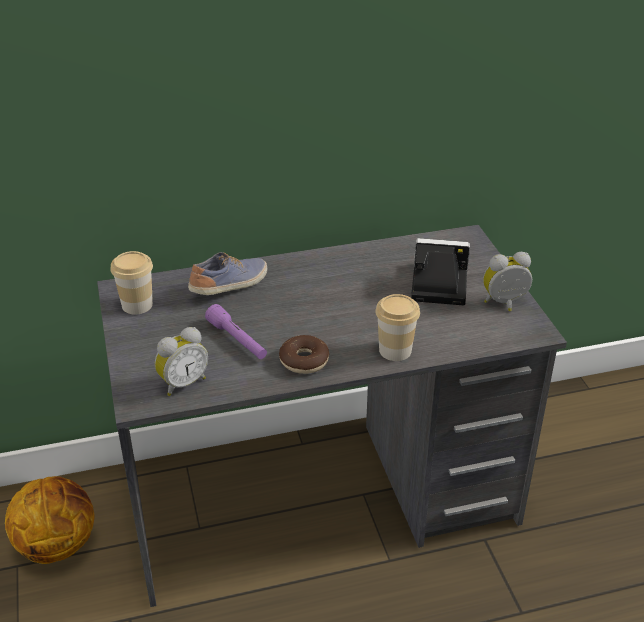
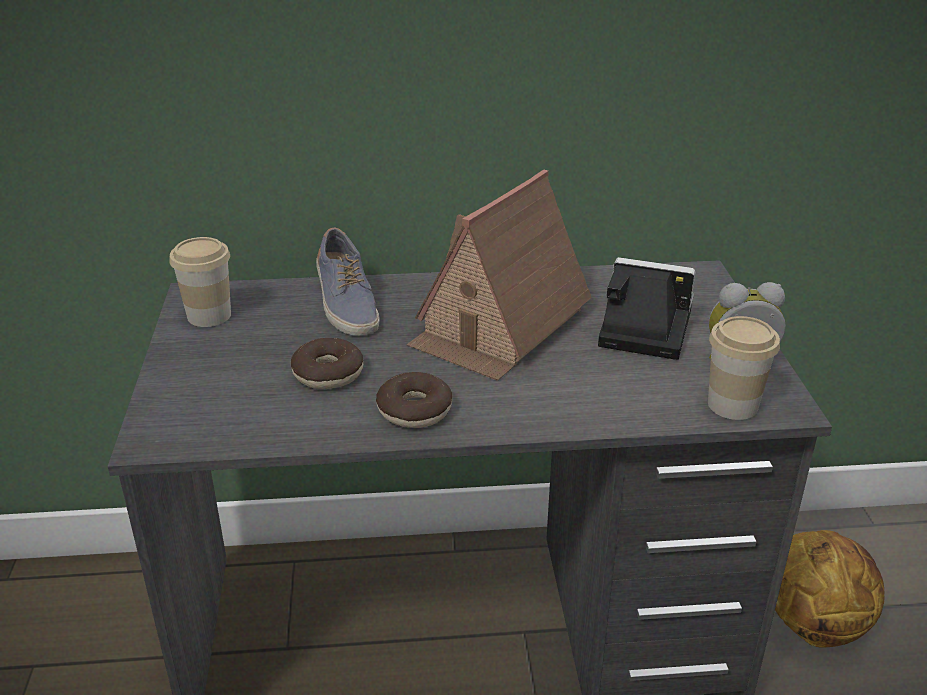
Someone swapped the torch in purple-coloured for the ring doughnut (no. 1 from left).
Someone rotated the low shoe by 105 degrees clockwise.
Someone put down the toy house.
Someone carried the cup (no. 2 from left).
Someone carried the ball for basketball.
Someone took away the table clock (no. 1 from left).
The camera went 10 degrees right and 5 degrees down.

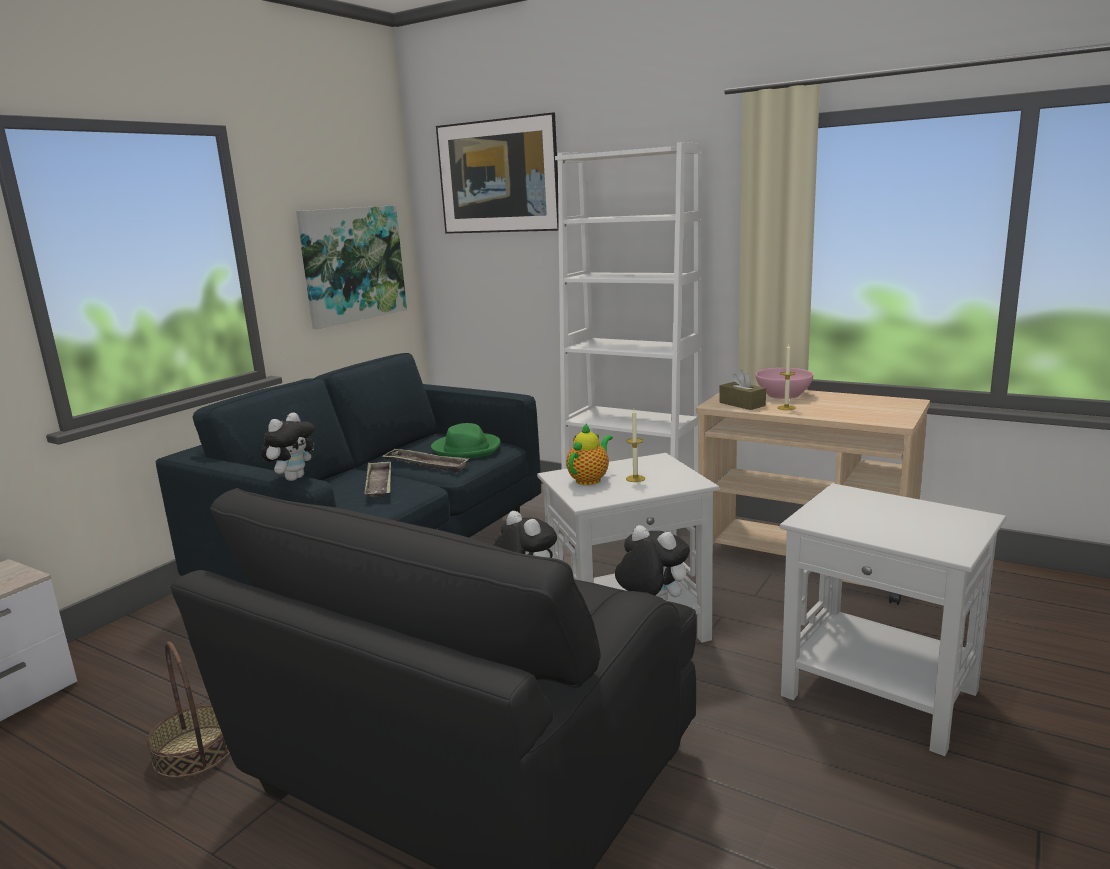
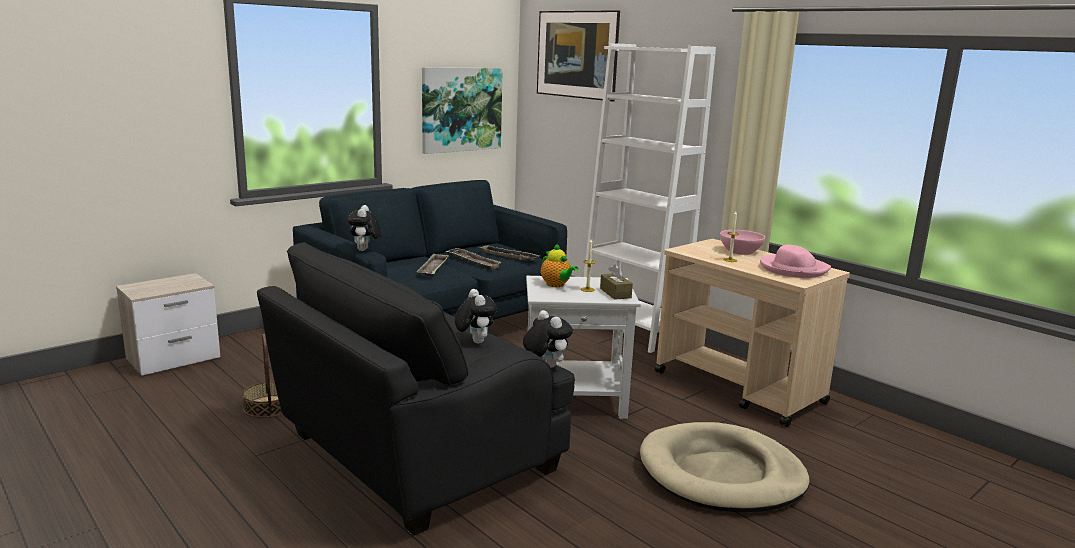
Someone rotated the soft toy (no. 1 from left) by 135 degrees clockwise.
Someone swapped the hat in green for the carrying tray (no. 3 from left).
Someone rotated the teapot by 90 degrees clockwise.
Someone carried the tissue holder in brown.
Someone swapped the accent table in white-coloured (no. 2 from left) for the dog bed in beige.
Someone put down the hat in pink.
The camera went 15 degrees right and 0 degrees up.

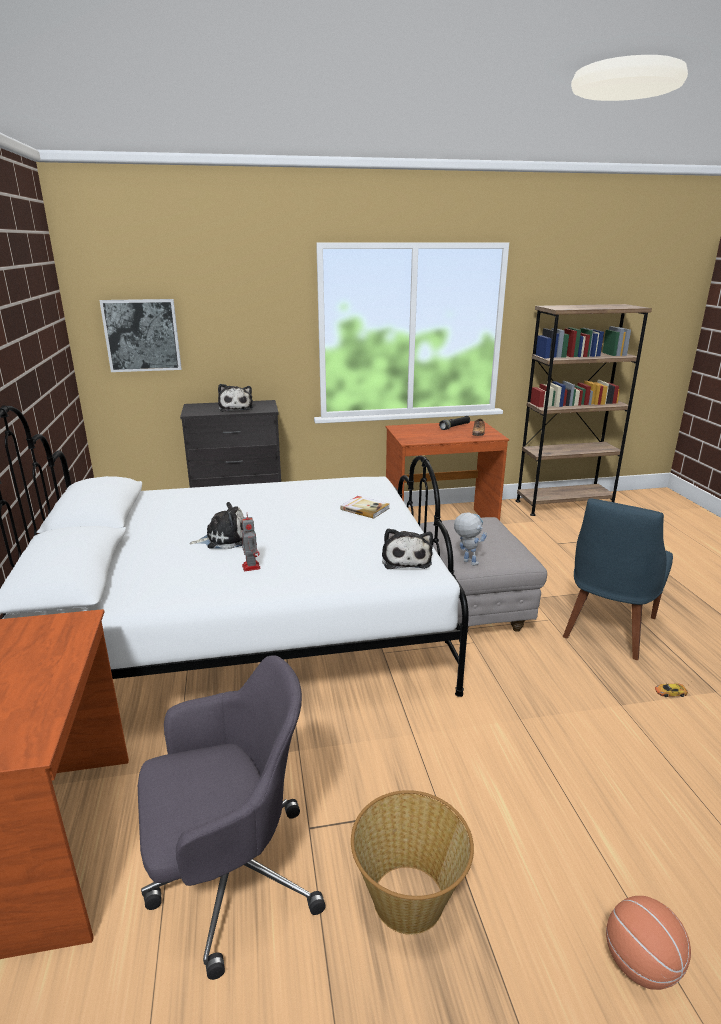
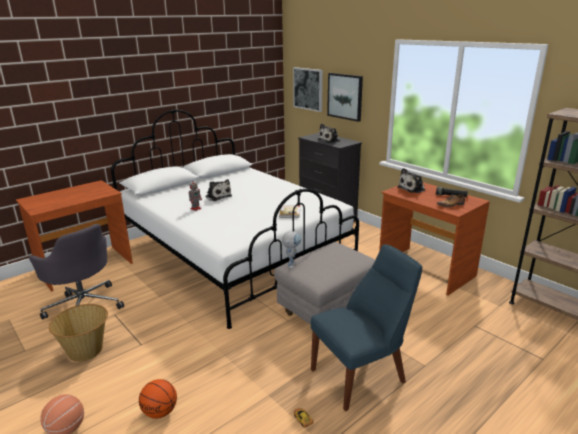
Someone put down the ball for basketball (no. 2 from left).
Someone rotated the chair in blue-coloured by 150 degrees clockwise.
Someone put up the wall picture (no. 2 from left).
Someone carried the soft toy (no. 3 from left).
The camera went 60 degrees right and 0 degrees up.

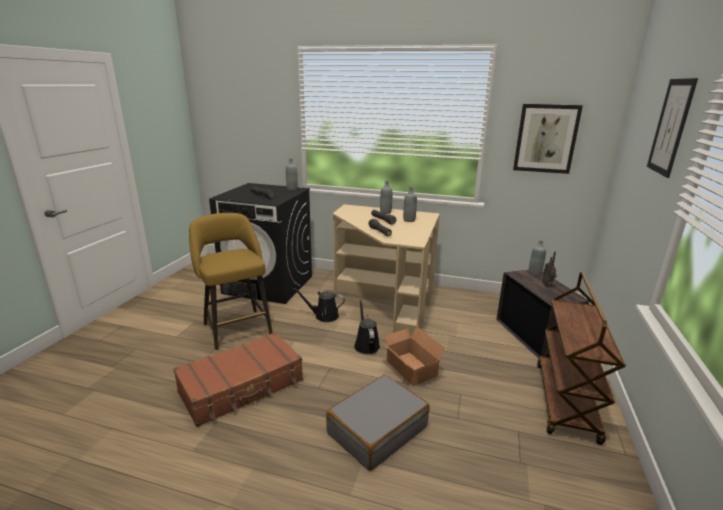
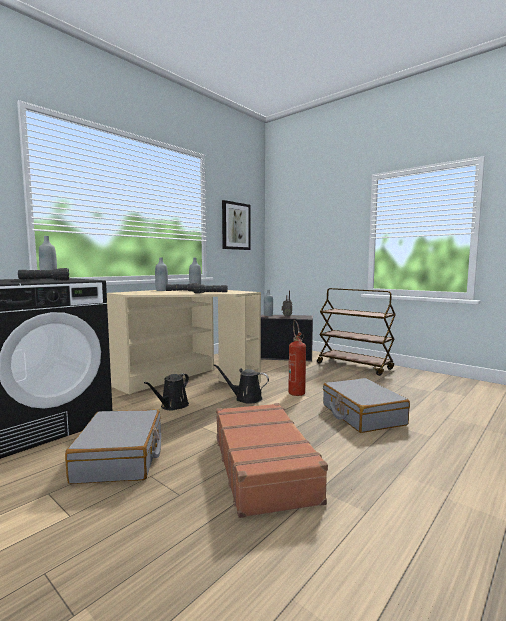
Someone swapped the stool seat in yellow-coloured for the suitcase in greyish (no. 1 from left).
Someone swapped the cardboard box for the fire-fighting cylinder.
Someone took away the wall picture (no. 2 from left).
The camera went 65 degrees left and 15 degrees down.

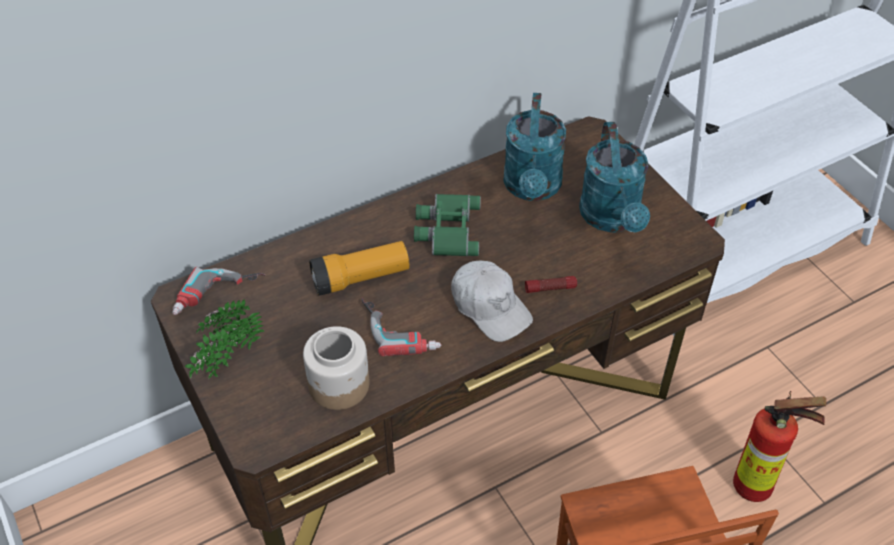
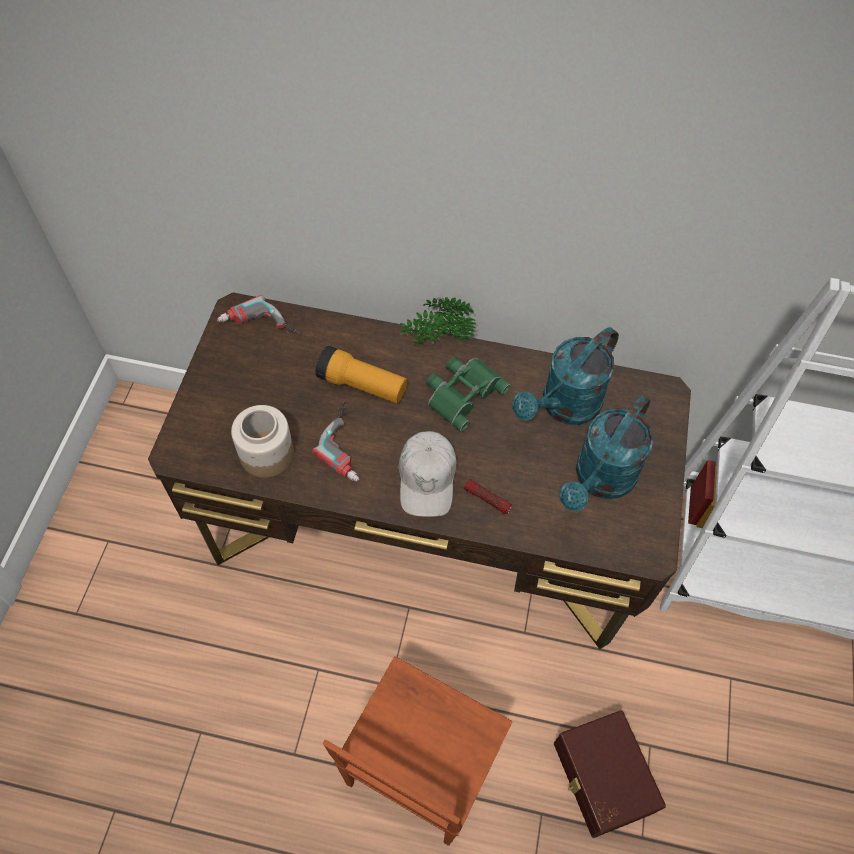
Someone carried the houseplant.
Someone swapped the fire-fighting cylinder for the storage bin in brown.
The camera went 40 degrees right and 10 degrees up.

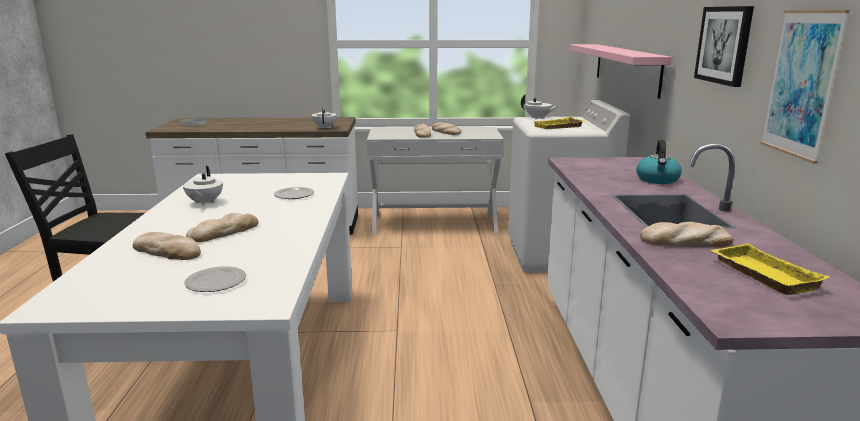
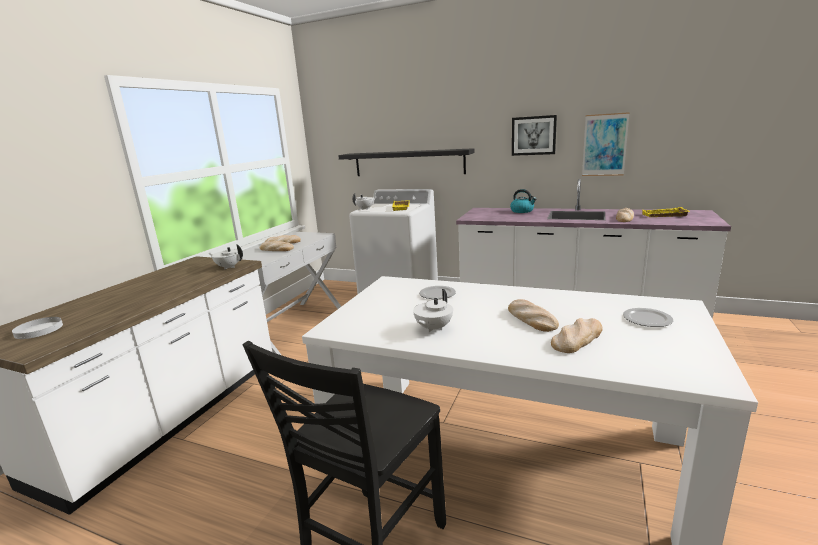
Someone repainted the wall shelf in pink, which became the wall shelf in black.
Someone rotated the teapot in white-coloured (no. 1 from left in the first image) by 105 degrees clockwise.
The camera went 65 degrees left and 0 degrees up.

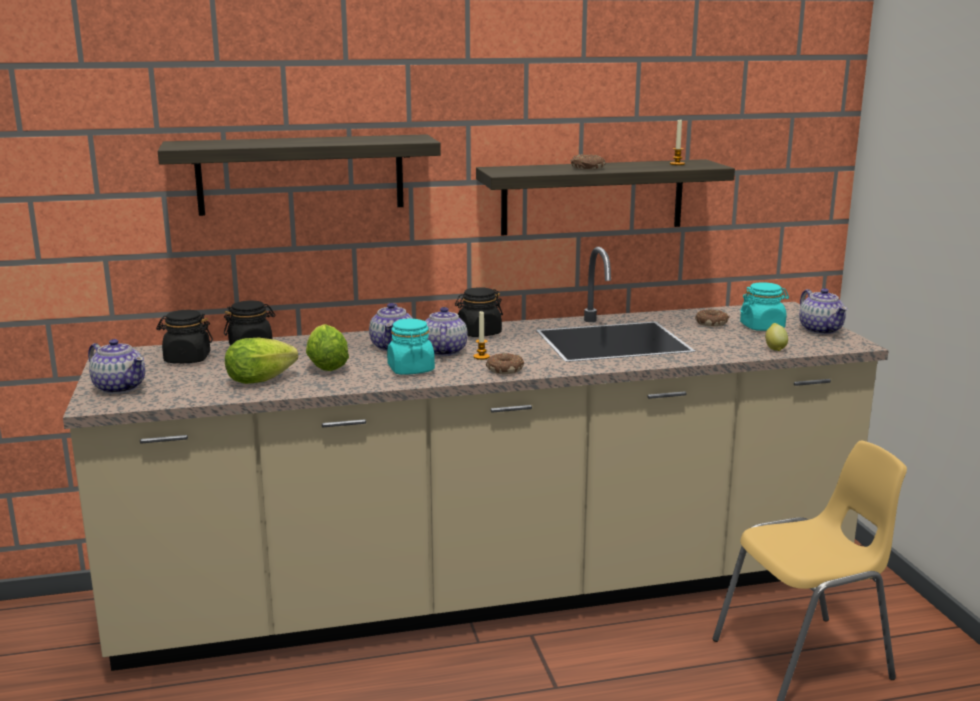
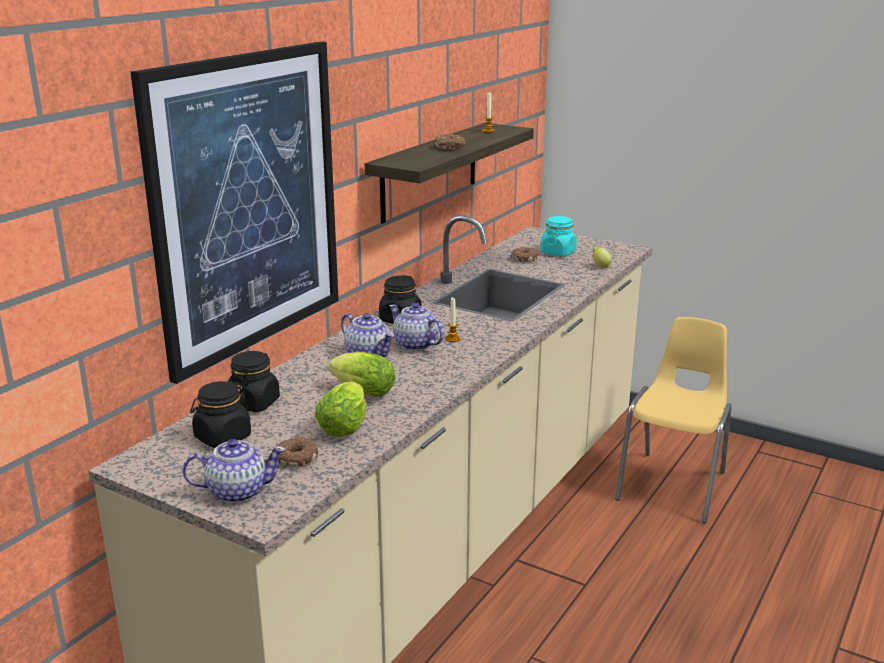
Someone swapped the wall shelf (no. 1 from left) for the wall picture.
Someone carried the ring doughnut (no. 1 from left).
Someone took away the storage jar in blue-green (no. 1 from left).
Someone took away the teapot (no. 4 from left).
The camera went 45 degrees left and 5 degrees up.

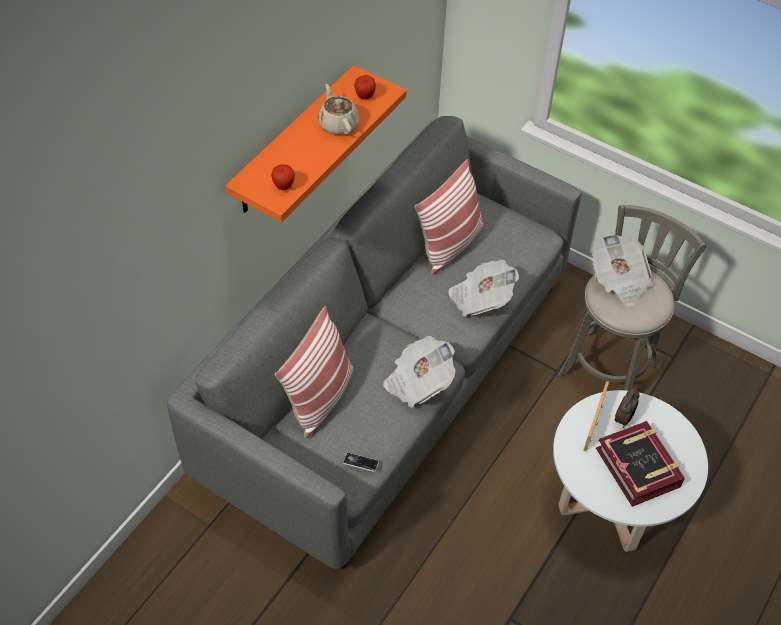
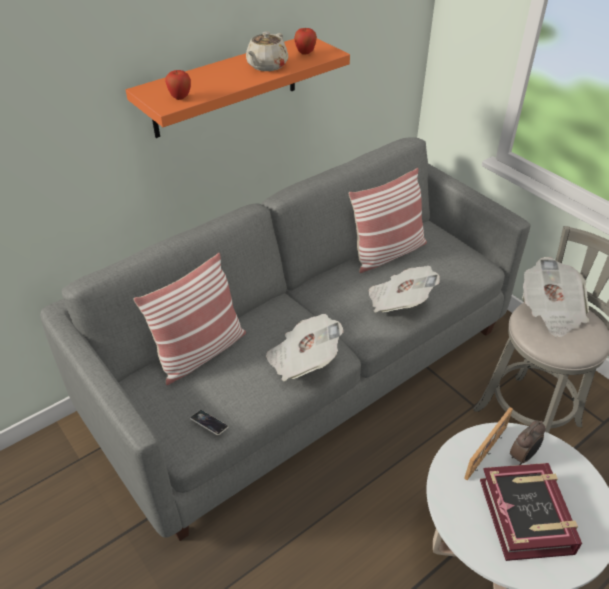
Someone rotated the teapot in beige by 150 degrees counterclockwise.
The camera went 20 degrees right and 10 degrees down.

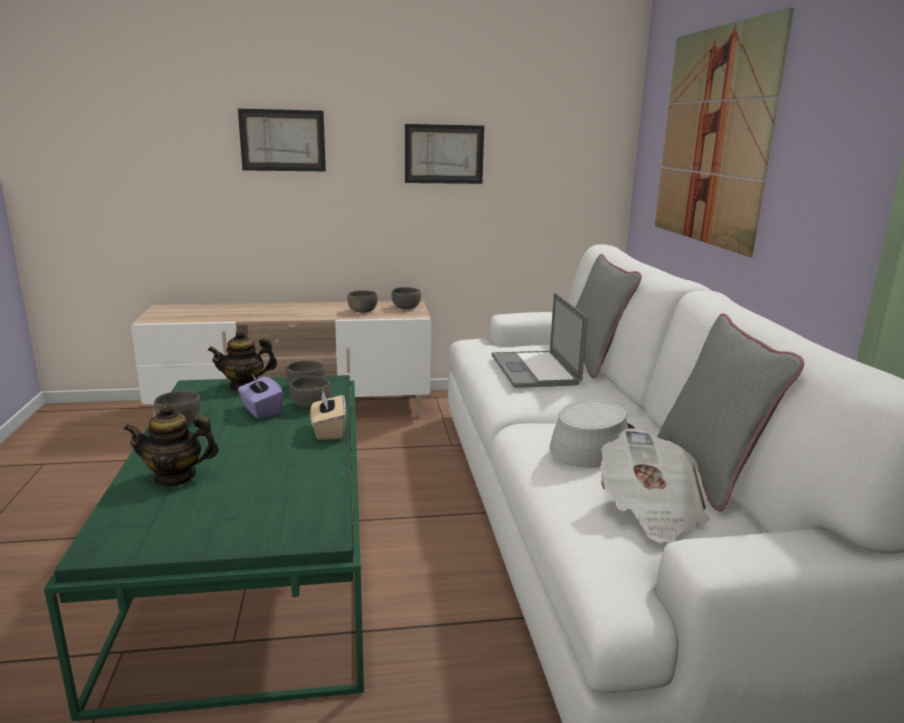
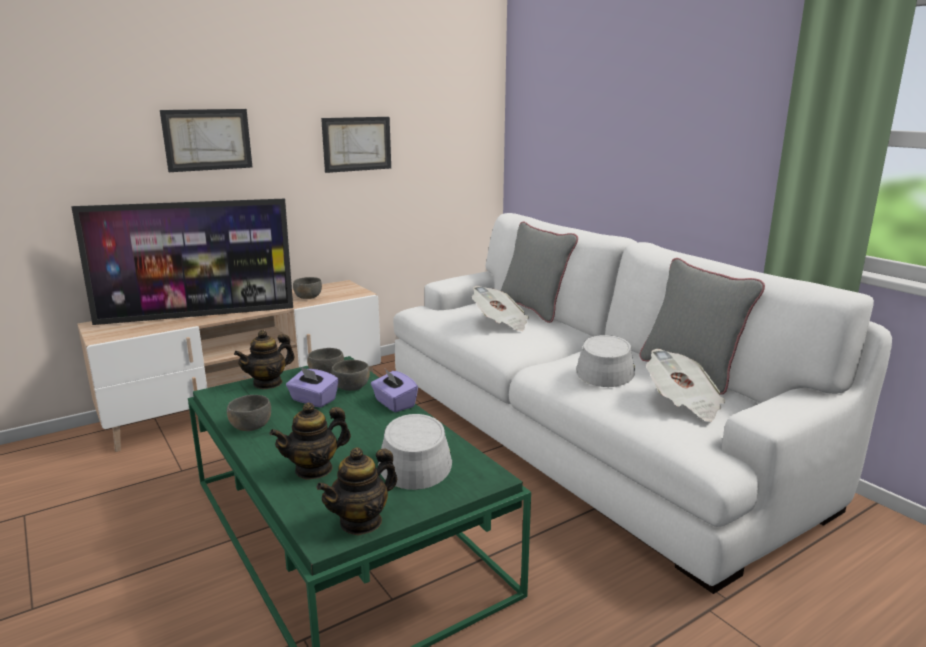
Someone put down the television.
Someone put down the teapot (no. 3 from left).
Someone repainted the tissue holder in beige, which became the tissue holder in purple-coloured (no. 2 from left).
Someone put down the hat in greyish (no. 1 from left).
Someone swapped the notebook computer for the newspaper (no. 1 from left).
Someone took away the deep dish in greyish (no. 5 from left).
Someone took away the wall picture (no. 3 from left).
The camera went 25 degrees left and 0 degrees up.

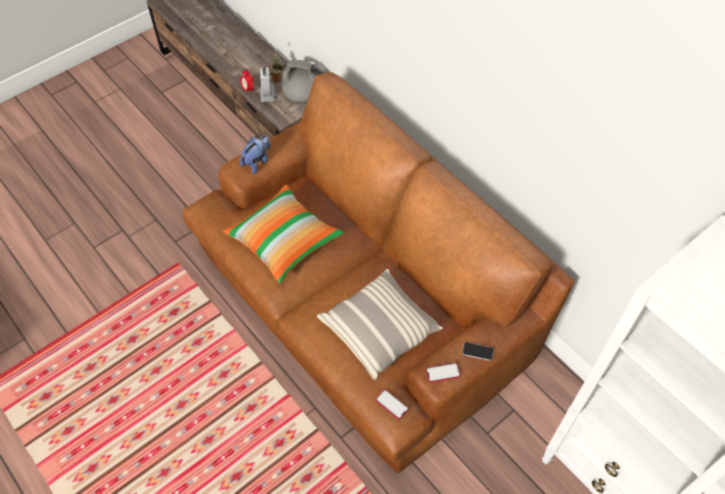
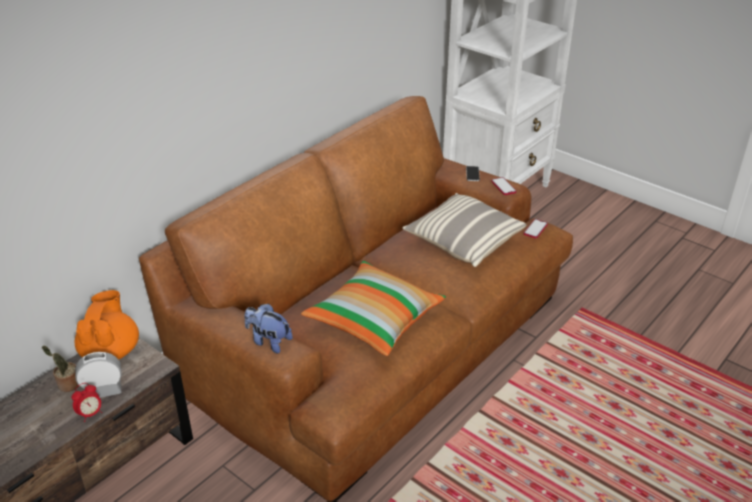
Someone repainted the teapot in greyish, which became the teapot in orange-coloured.
The camera went 100 degrees left and 20 degrees down.

